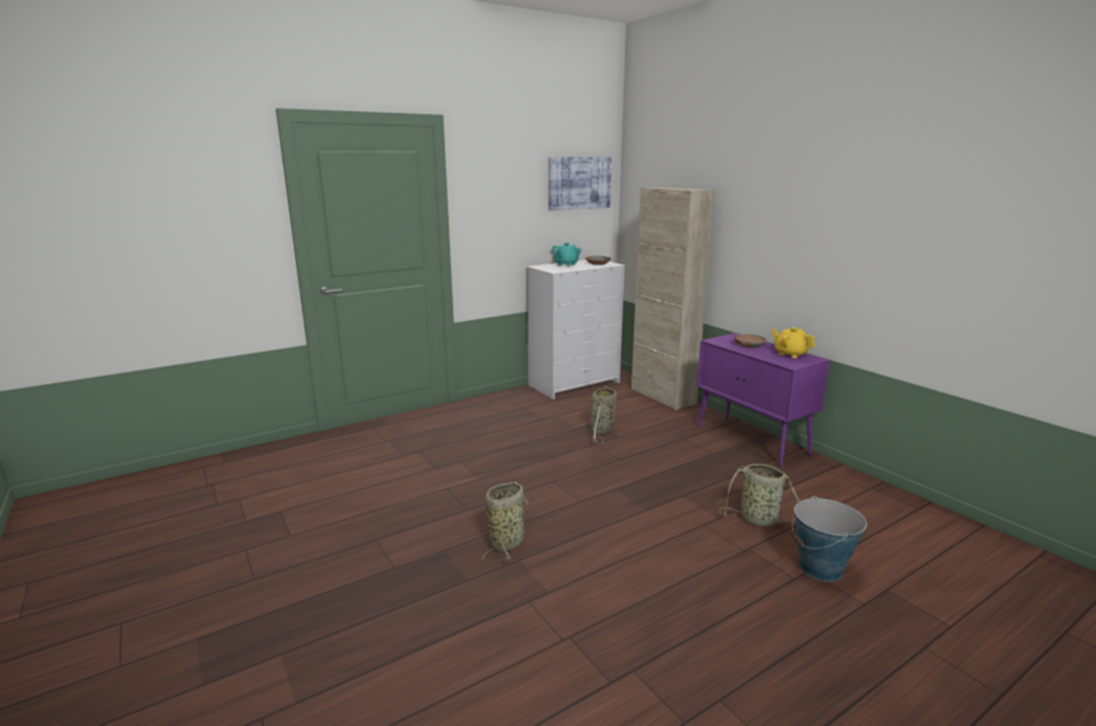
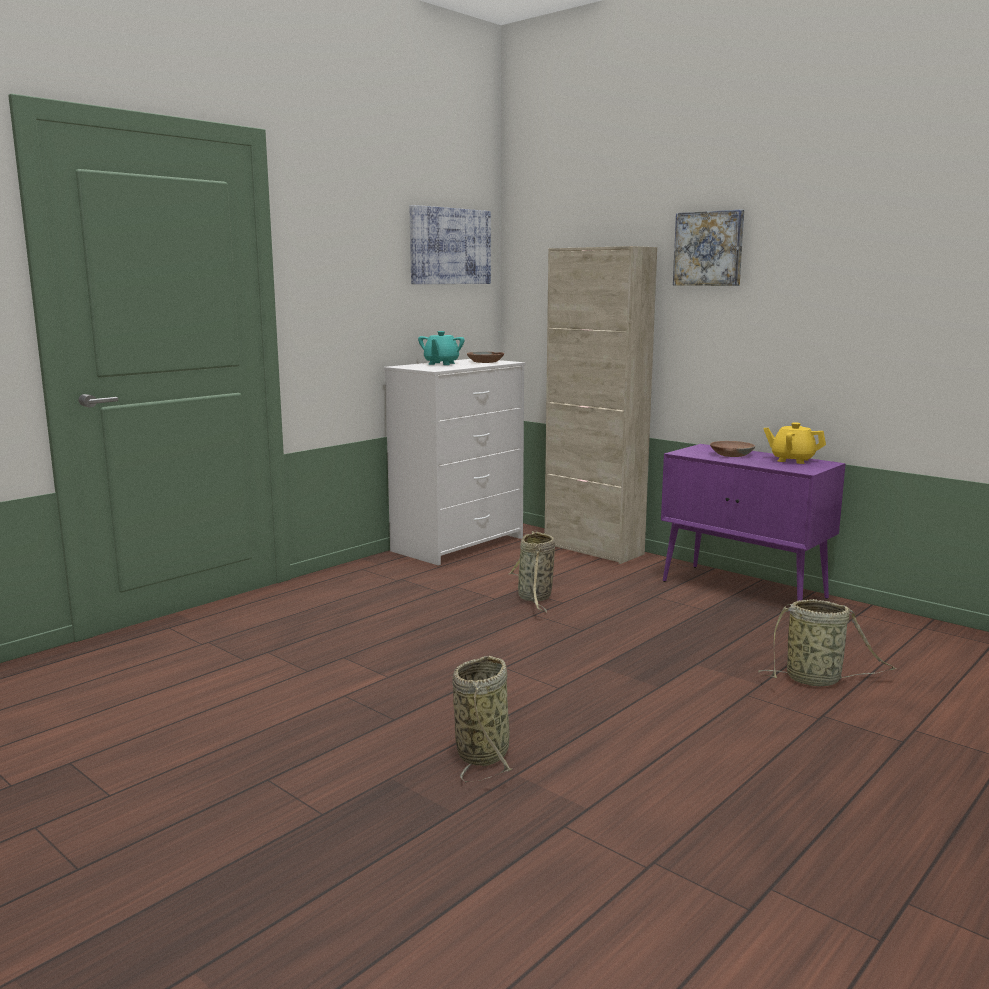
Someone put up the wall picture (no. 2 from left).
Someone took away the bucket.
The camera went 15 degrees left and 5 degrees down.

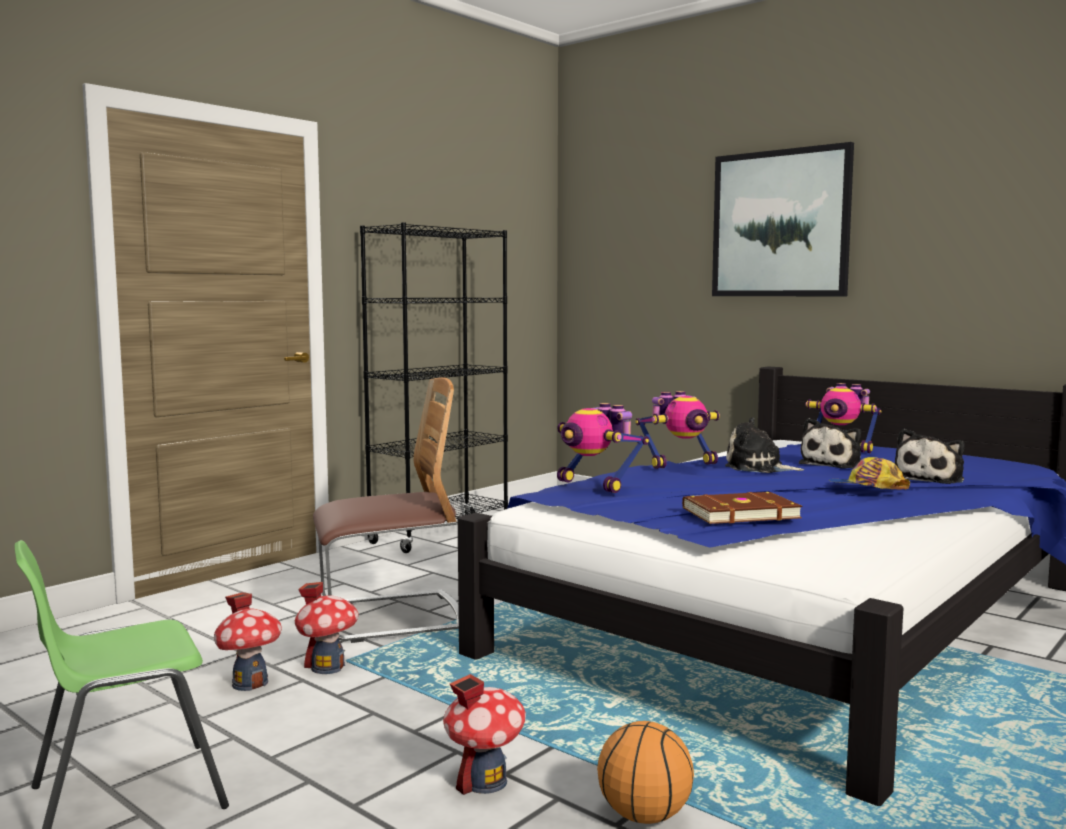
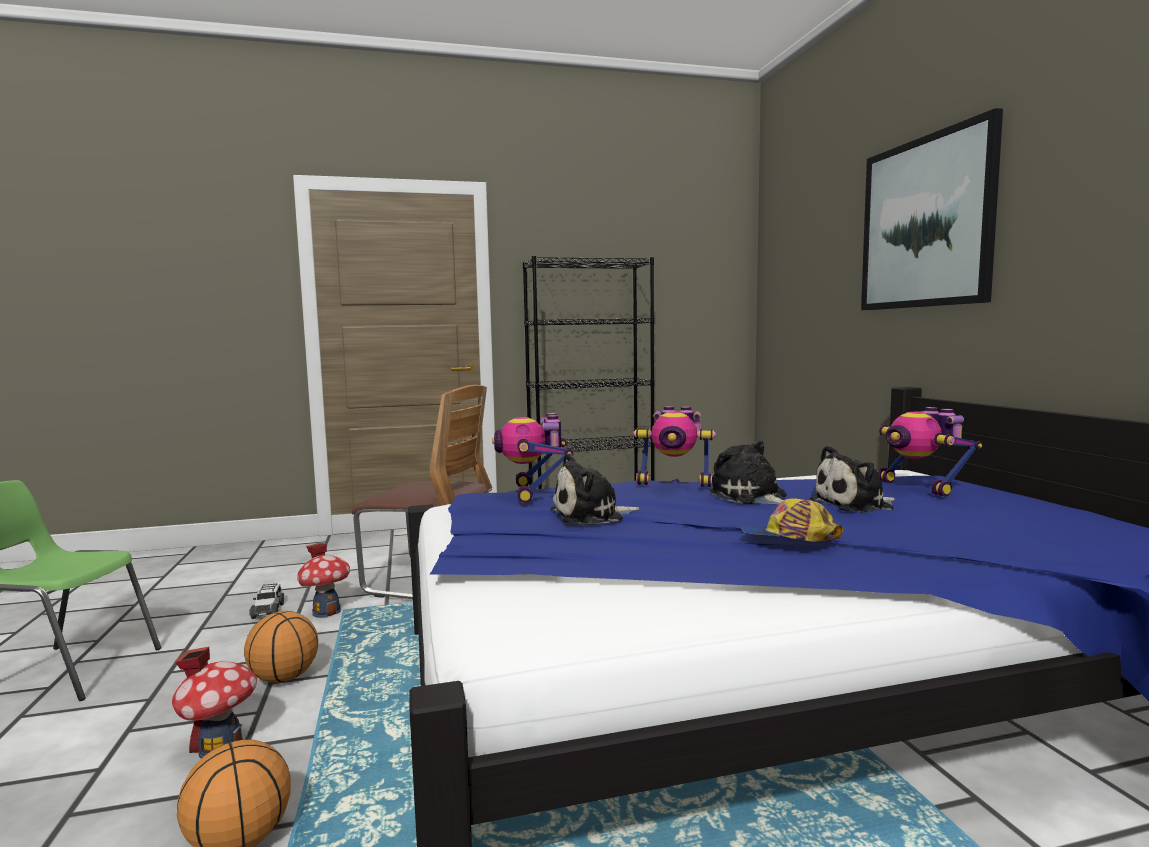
Someone put down the ball for basketball (no. 2 from left).
Someone swapped the toy house (no. 1 from left) for the model car.
Someone carried the soft toy (no. 3 from left in the first image).
Someone rotated the baseball cap by 45 degrees counterclockwise.
Someone took away the bound book in brown.
The camera went 35 degrees right and 0 degrees up.

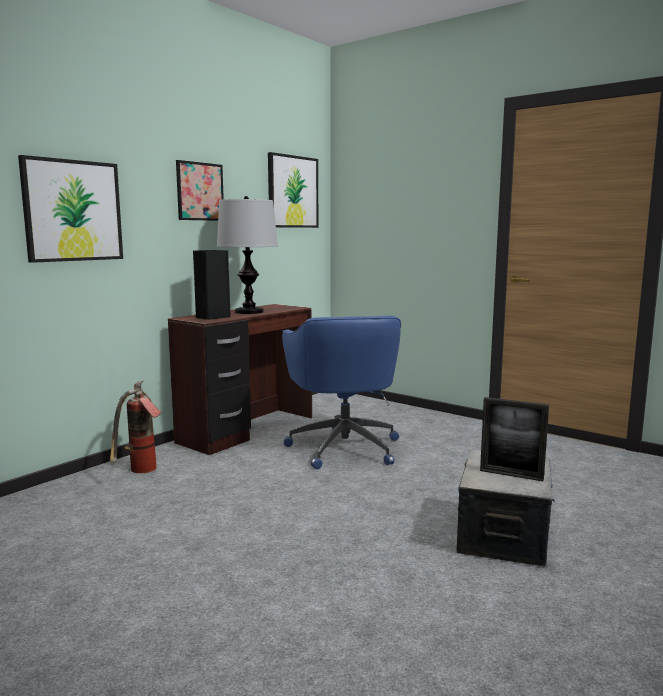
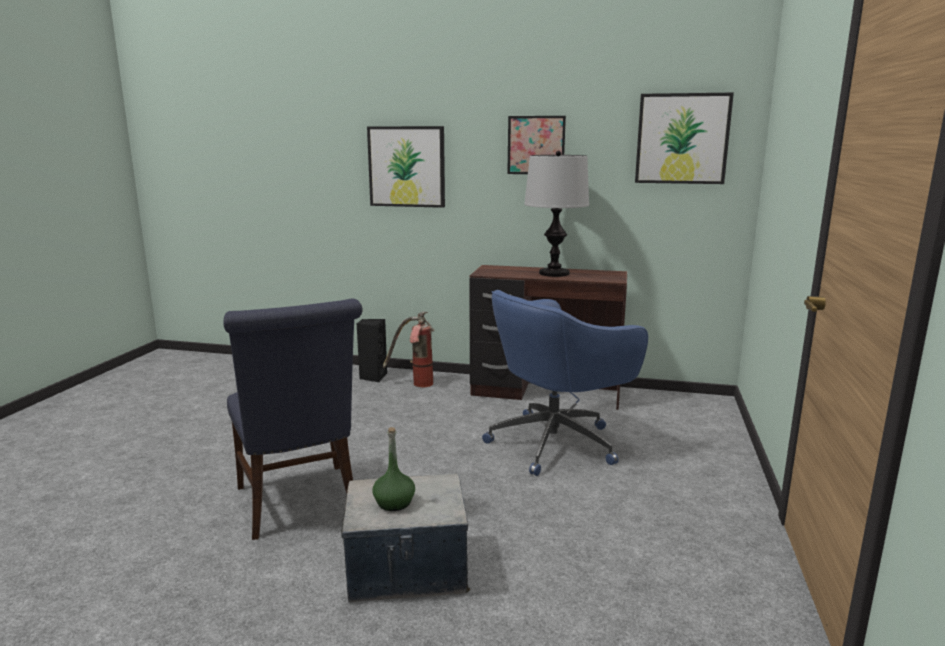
Someone put down the chair in blue-coloured.
Someone carried the loudspeaker in black.
Someone swapped the standing frame for the bottle in green.
The camera went 65 degrees right and 5 degrees up.

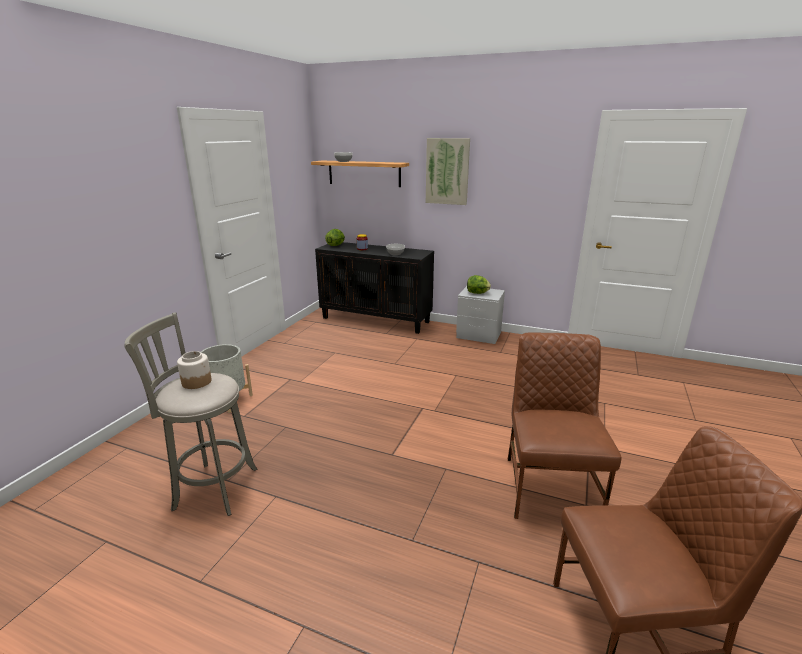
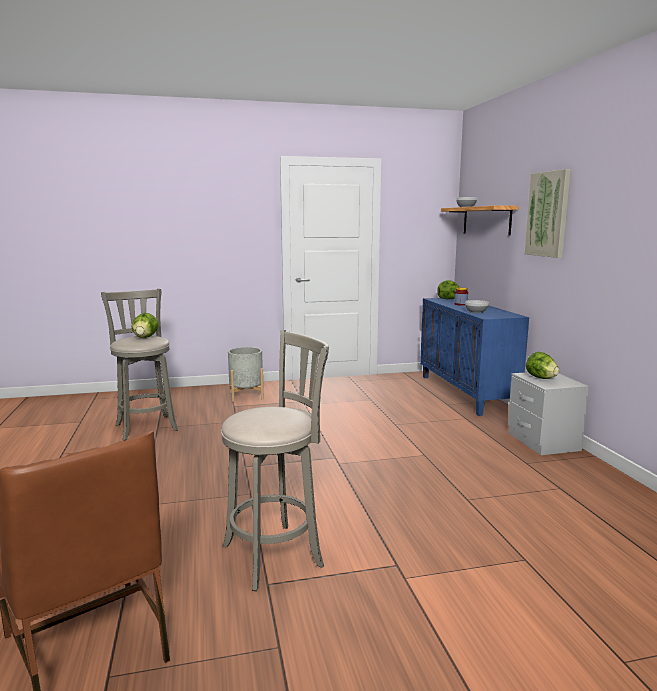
Someone swapped the storage jar (no. 1 from left) for the lettuce (no. 1 from left).
Someone swapped the chair in brown (no. 1 from left) for the stool seat in greyish (no. 2 from left).
Someone repainted the cabinet in black, which became the cabinet in blue-coloured.
The camera went 55 degrees right and 10 degrees down.

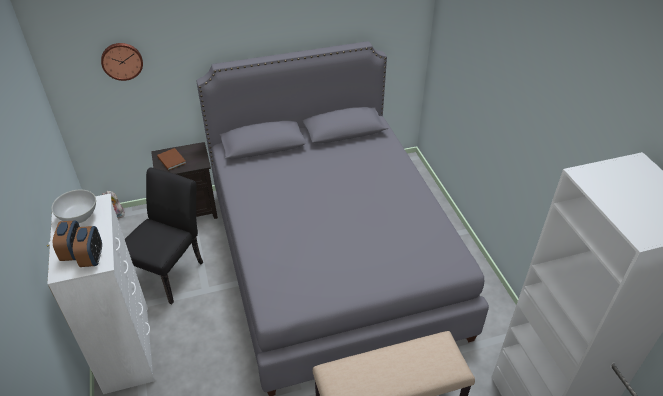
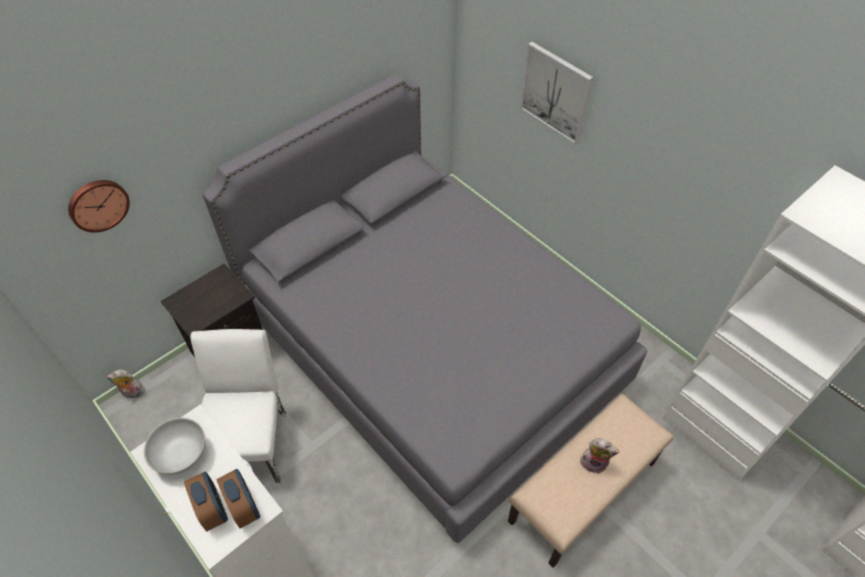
Someone repainted the chair in black, which became the chair in white-coloured.
Someone put up the wall picture.
Someone put down the soft toy (no. 2 from left).
Someone took away the bound book in brown.
The camera went 25 degrees left and 10 degrees up.

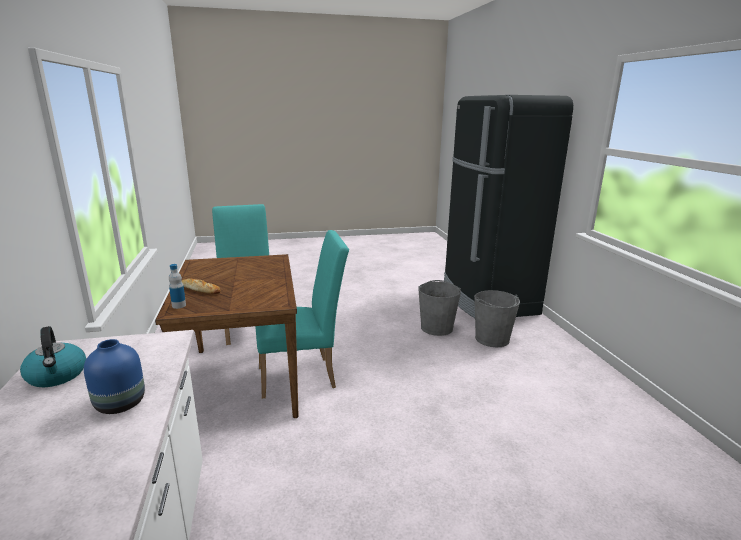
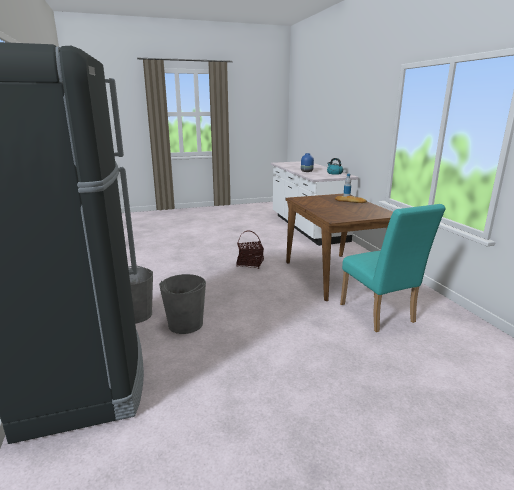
Someone put down the household basket.
Someone took away the chair in blue-green (no. 2 from left).
The camera went 175 degrees right and 0 degrees up.

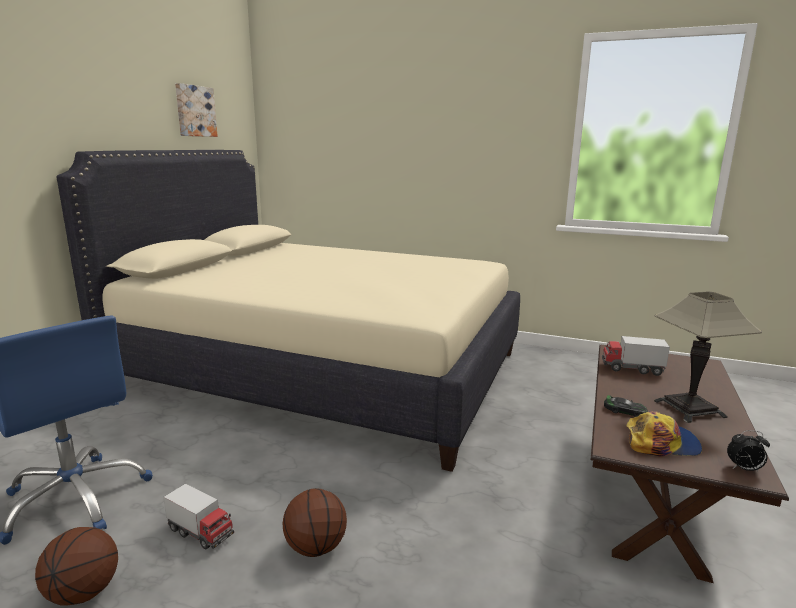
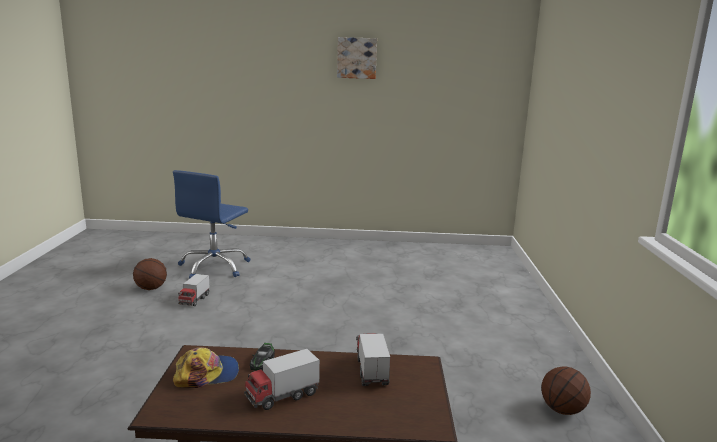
Someone rotated the baseball cap by 90 degrees counterclockwise.
Someone swapped the lamp for a table for the toy lorry (no. 2 from left).
Someone carried the wall picture.
Someone carried the ball for basketball (no. 2 from left).
Someone took away the bed in beige.
Someone took away the table clock.
The camera went 70 degrees right and 0 degrees up.

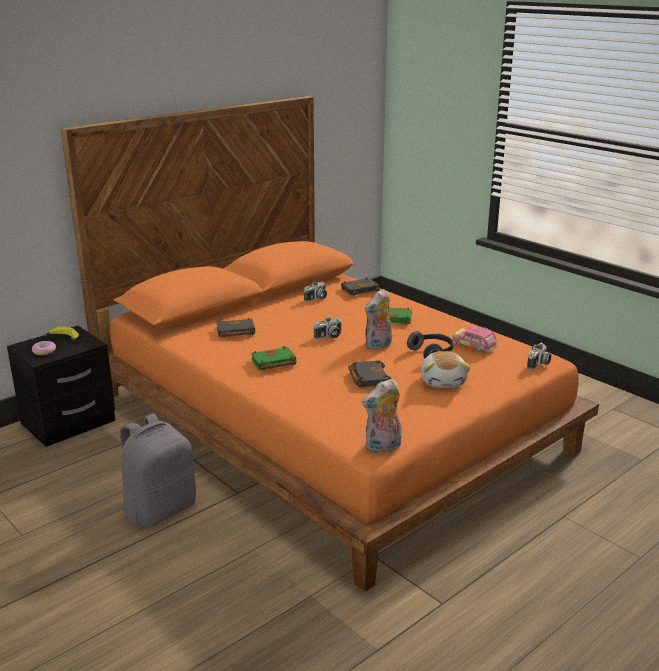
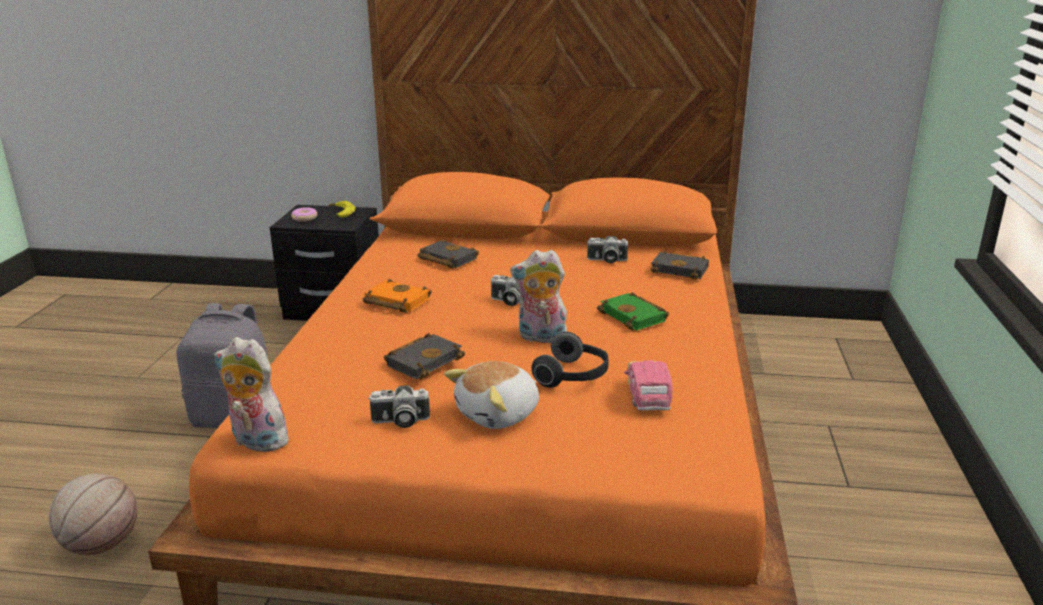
Someone put down the ball for basketball.
Someone repainted the bound book in green (no. 1 from left), which became the bound book in orange-coloured.
Someone carried the photo camera (no. 3 from left in the first image).
The camera went 50 degrees right and 0 degrees up.

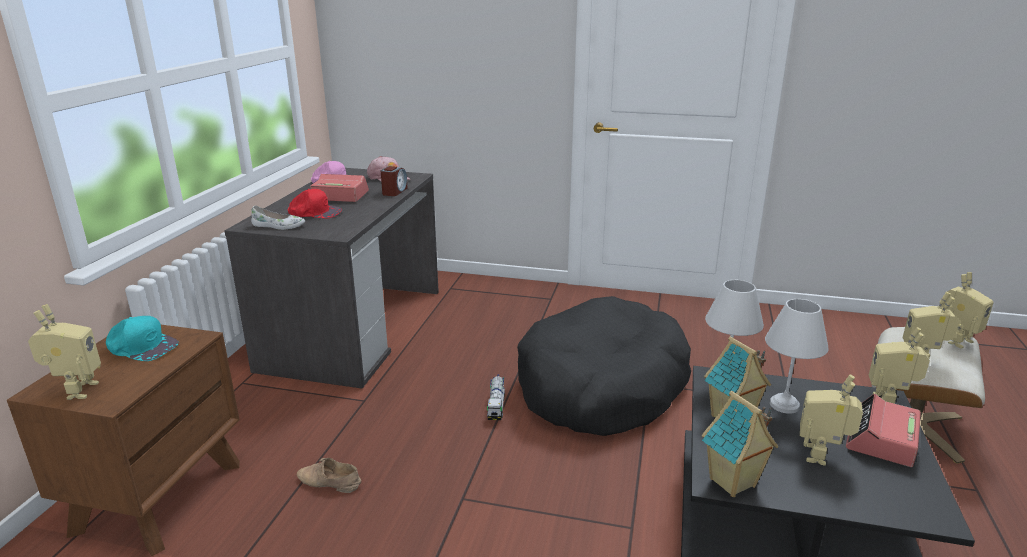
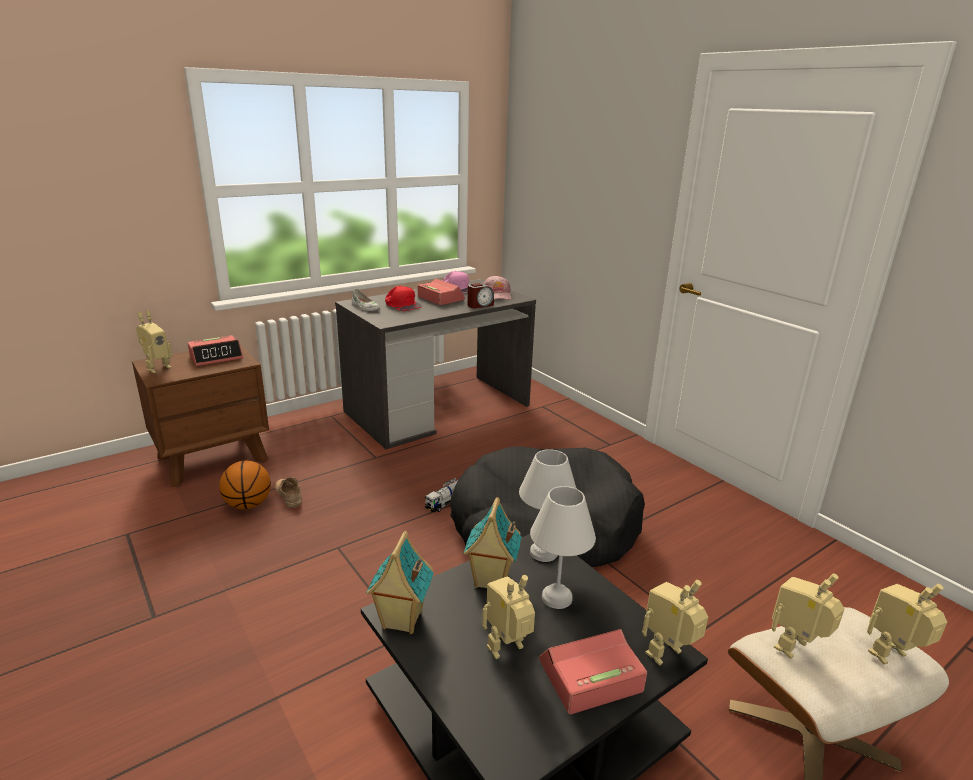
Someone swapped the baseball cap in blue-green for the table clock (no. 1 from left).
Someone put down the ball for basketball.
Someone rotated the model robot (no. 5 from left) by 150 degrees clockwise.
The camera went 40 degrees right and 0 degrees up.

